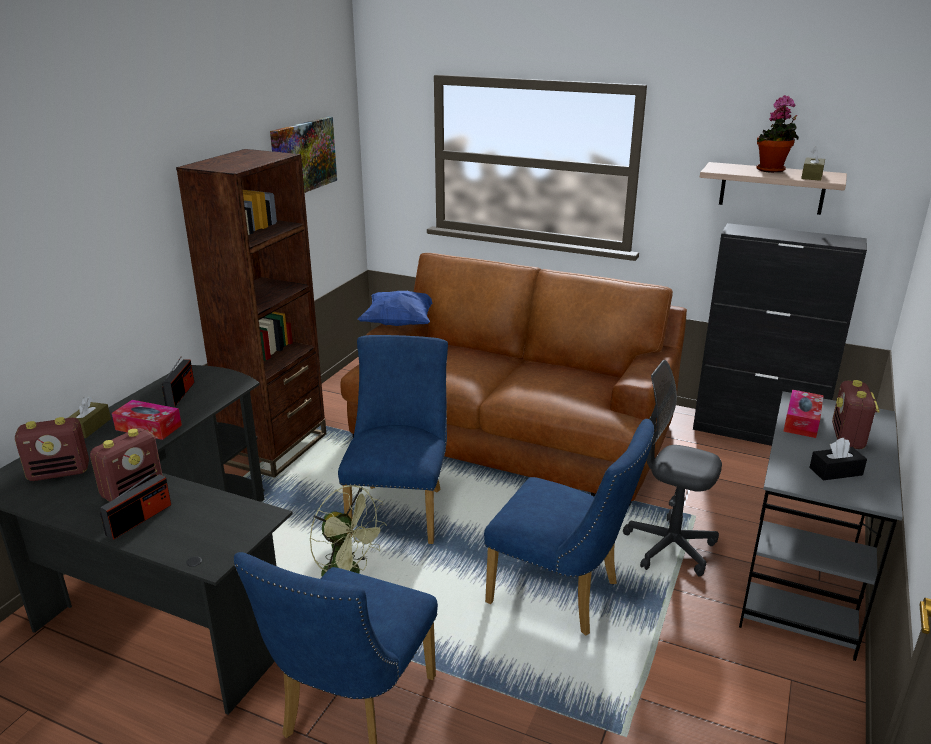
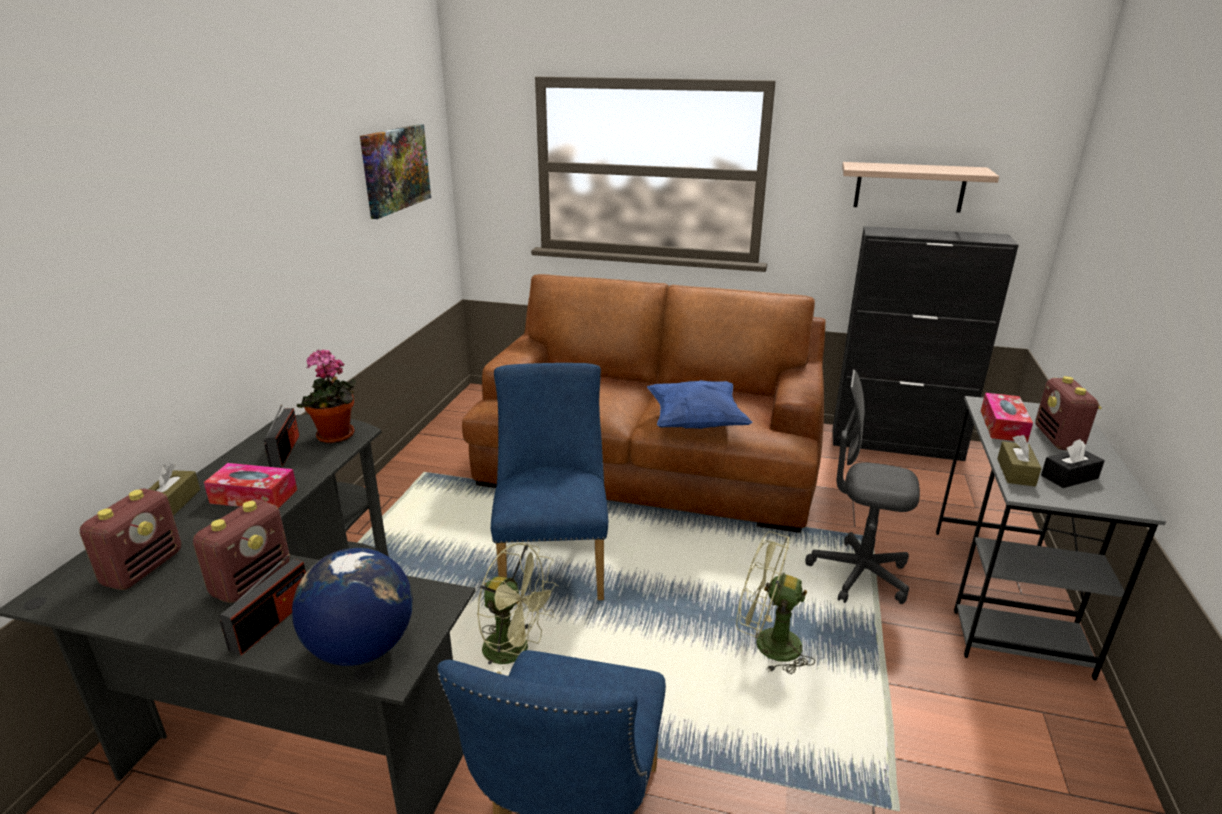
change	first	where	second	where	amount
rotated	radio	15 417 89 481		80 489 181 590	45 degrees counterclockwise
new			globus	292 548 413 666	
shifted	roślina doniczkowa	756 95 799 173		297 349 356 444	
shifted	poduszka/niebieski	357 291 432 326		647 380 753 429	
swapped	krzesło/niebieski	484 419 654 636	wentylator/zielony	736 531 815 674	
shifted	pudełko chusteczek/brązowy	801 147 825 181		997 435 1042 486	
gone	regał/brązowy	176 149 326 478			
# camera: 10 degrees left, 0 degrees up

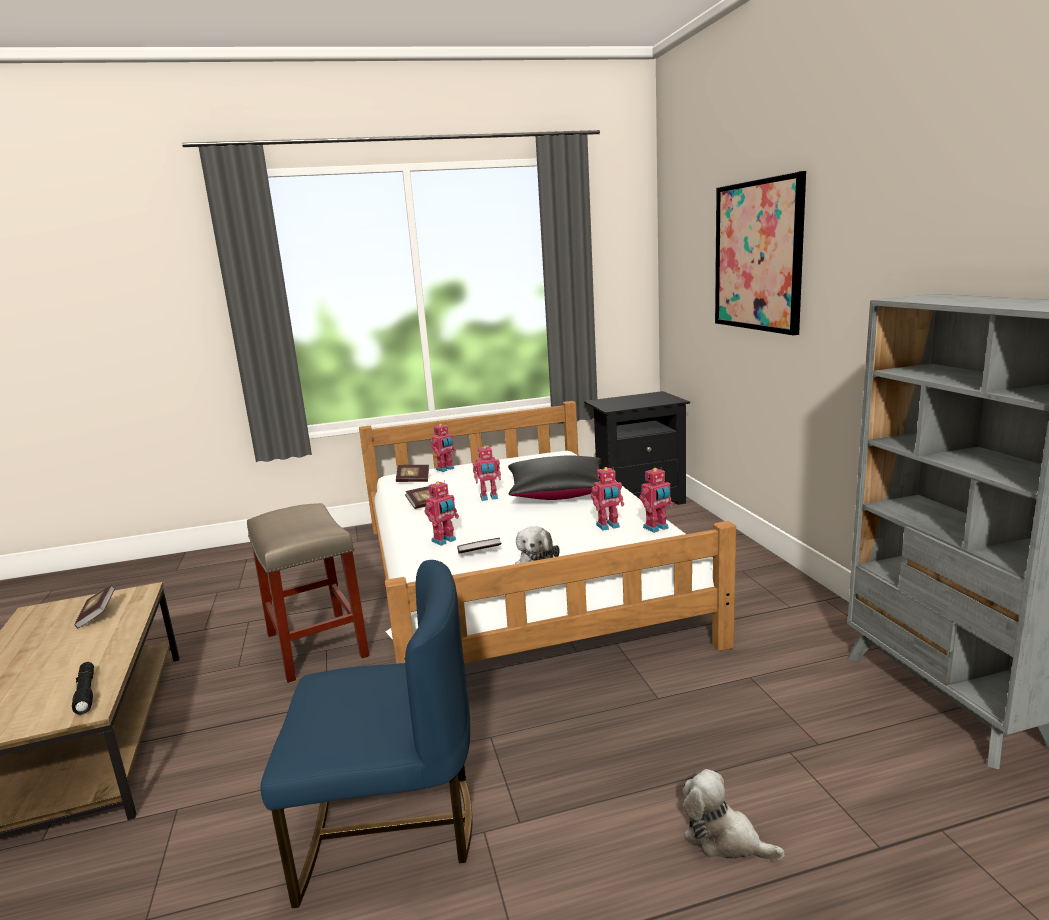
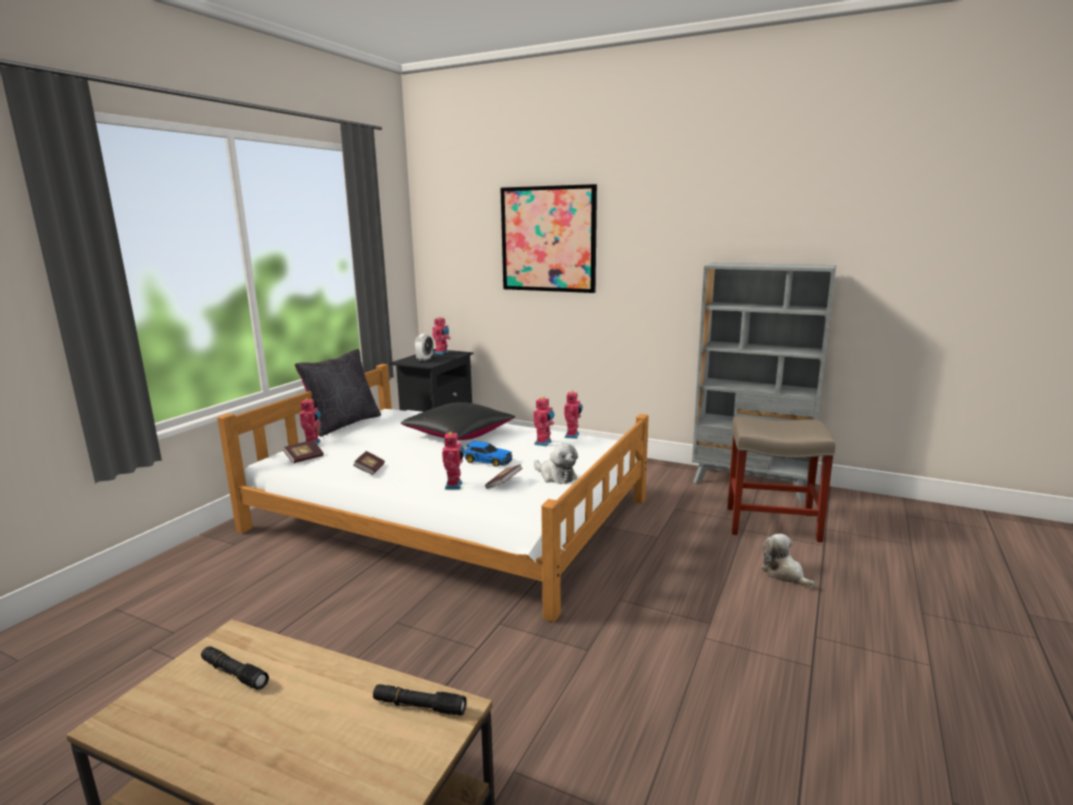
change	first	where	second	where	amount
swapped	książka	74 584 115 628	latarka/czarny	201 646 269 690	
new			poduszka/czarny	295 349 381 437	
new			budzik	414 334 433 361	
shifted	robot zabawkowy	473 446 501 501		432 317 450 354	
new			samochodzik	464 440 512 467	
shifted	stołek/beżowy	247 503 369 683		727 416 835 542	
rotated	pluszak	682 769 785 861		761 534 815 588	75 degrees clockwise
gone	krzesło/niebieski	260 560 472 908			
# camera: 50 degrees left, 0 degrees up

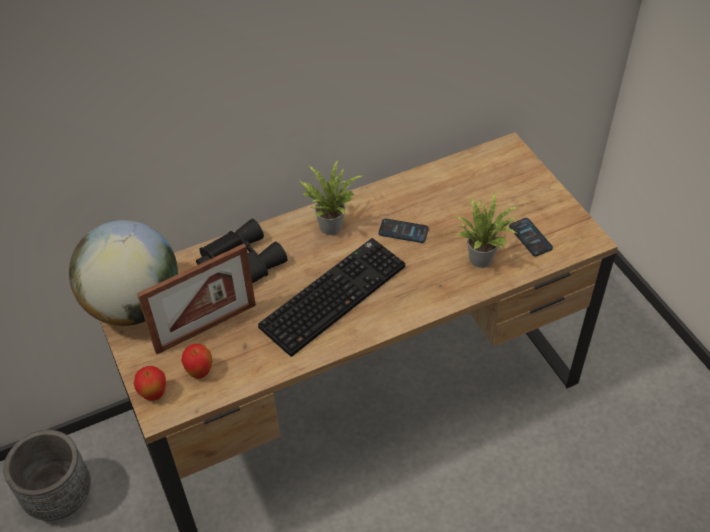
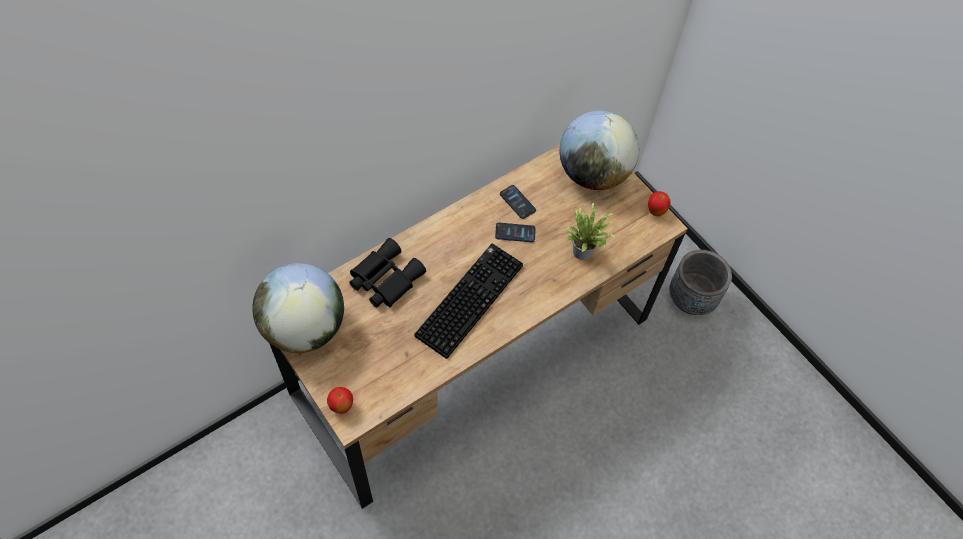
change	first	where	second	where	amount
shifted	telefon	509 218 553 256		500 185 536 219	
new			globus	560 110 639 190	
shifted	jabłko	181 344 212 379		648 191 671 216	
shifted	donica/szary	3 430 91 521		669 250 732 315	
gone	ramka na zdjęcie	137 244 256 354			
gone	roślina doniczkowa	300 160 364 235			
# camera: 15 degrees left, 10 degrees up

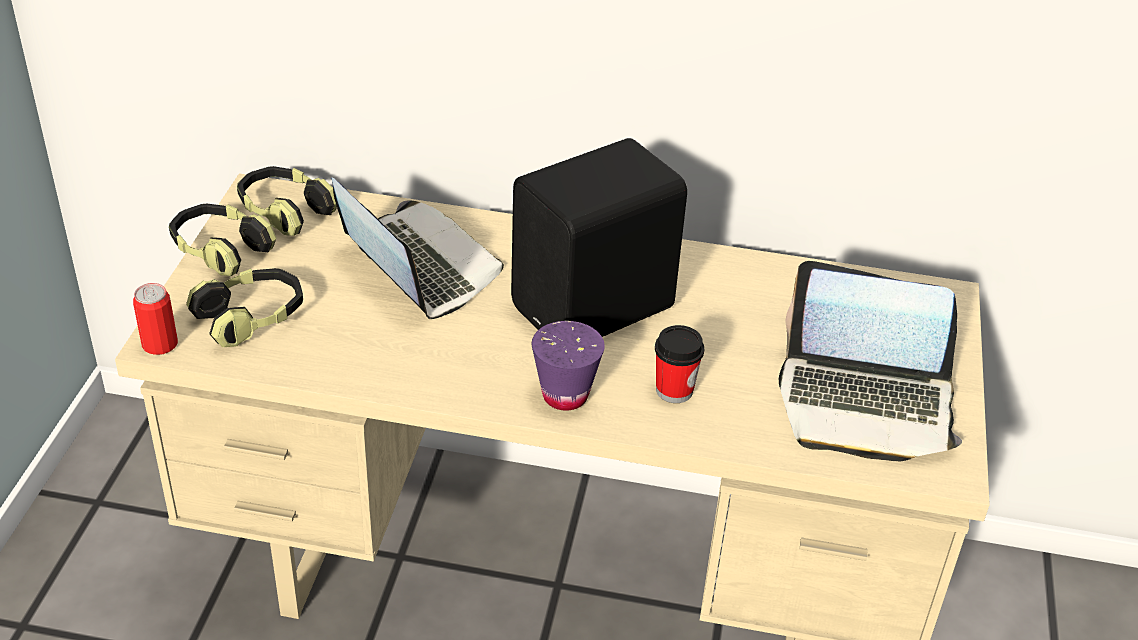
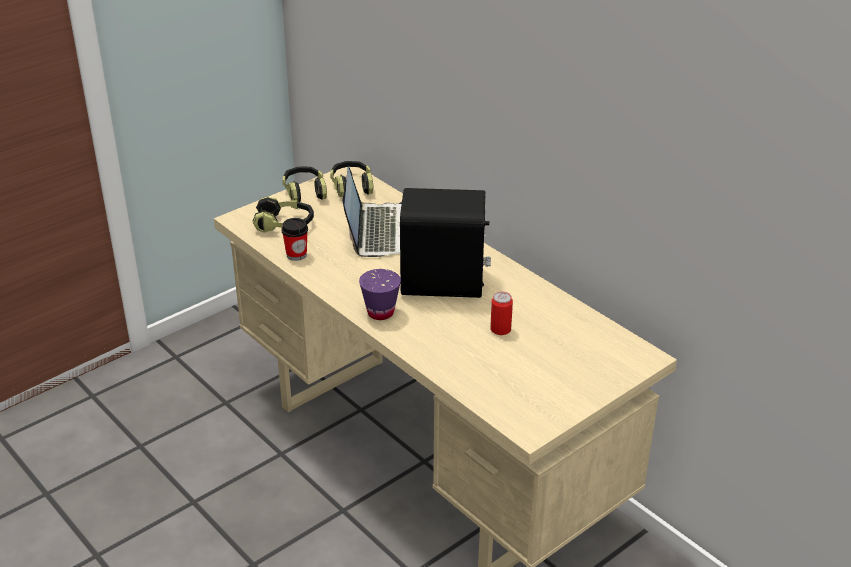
change	first	where	second	where	amount
shifted	filiżanka	655 325 704 403		281 218 308 261	
shifted	puszka	133 283 178 355		490 292 513 335	
gone	laptop	779 261 962 461			
# camera: 40 degrees right, 5 degrees down

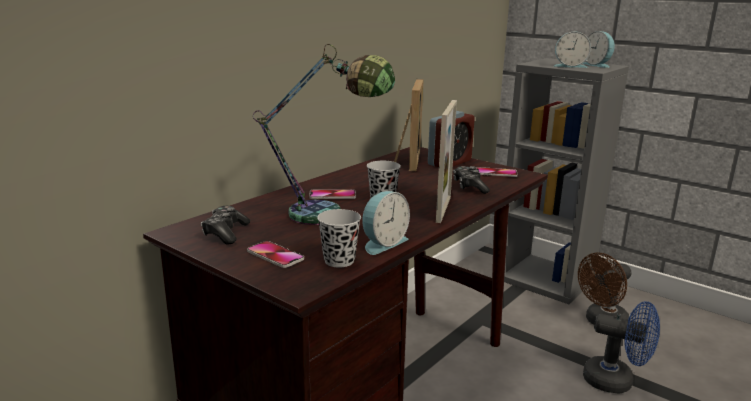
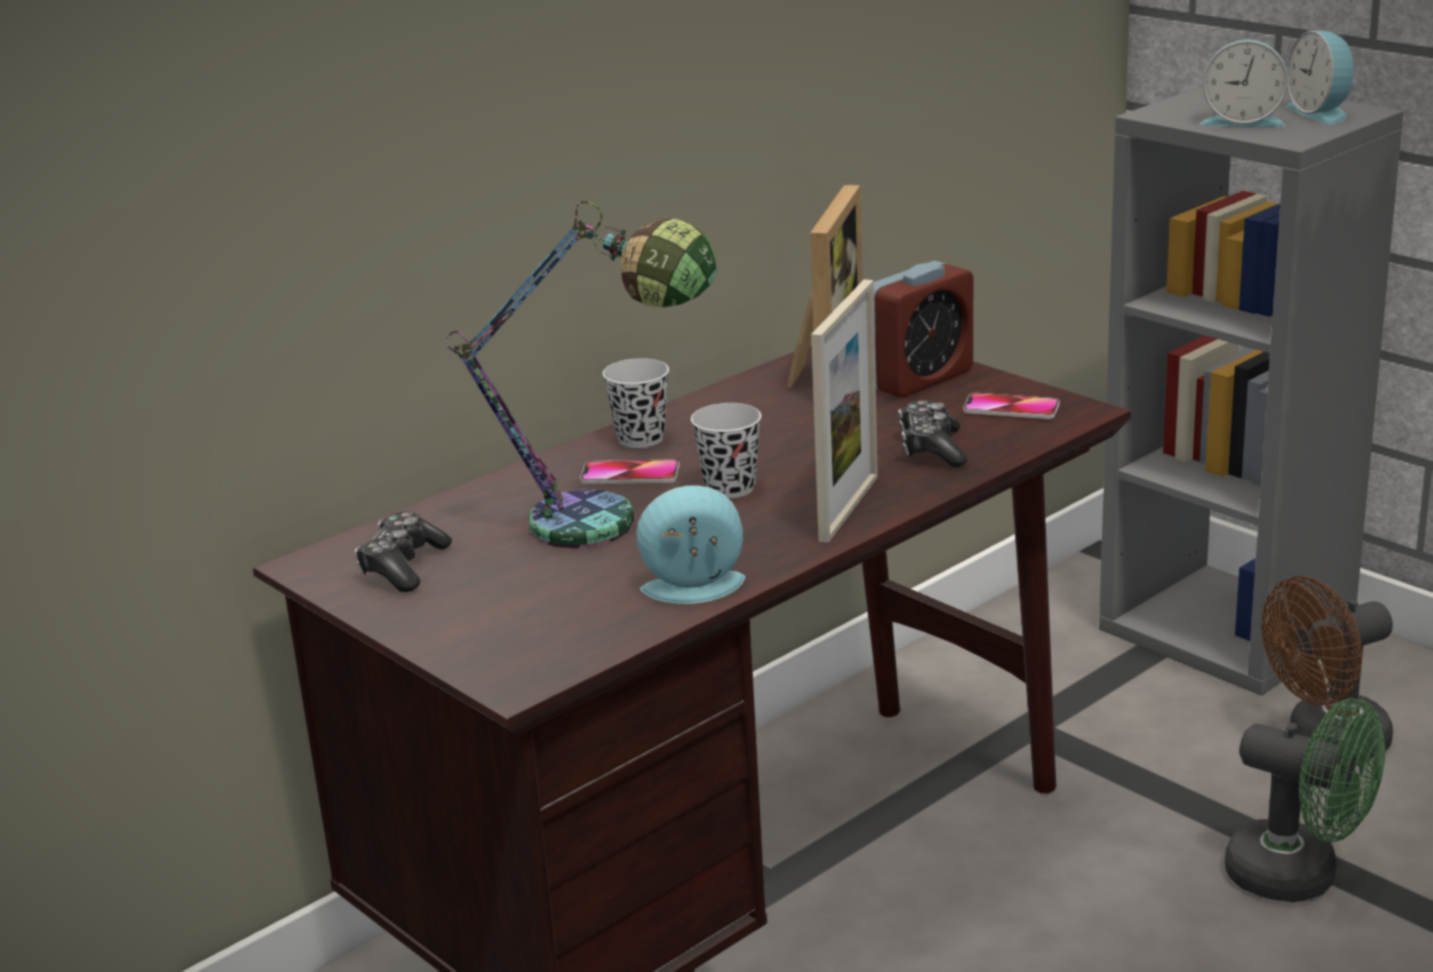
change	first	where	second	where	amount
shifted	filiżanka/czarny	317 209 361 268		603 358 669 448	
rotated	budzik	362 191 410 255		636 485 745 604	150 degrees counterclockwise
repainted	wentylator/niebieski	583 301 660 394	wentylator/zielony	1225 698 1385 902	
gone	telefon	247 241 304 268			
# camera: 10 degrees right, 5 degrees up

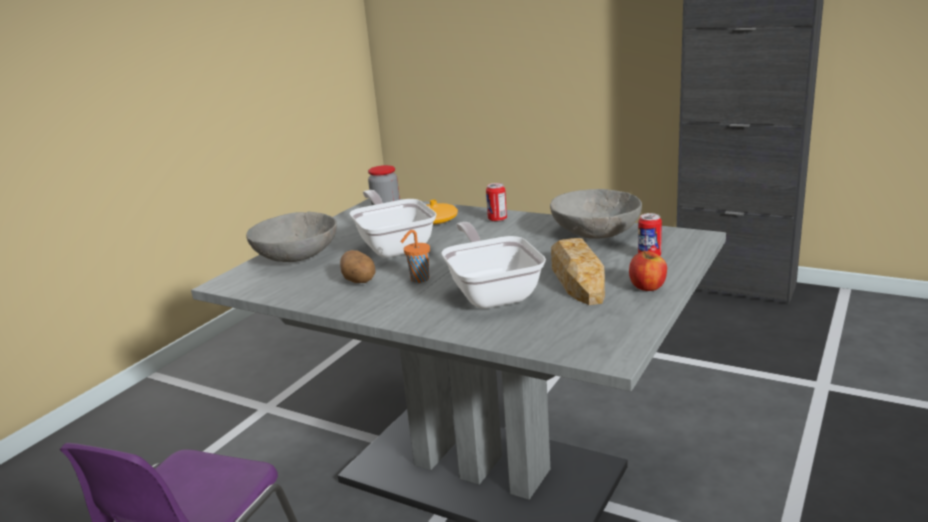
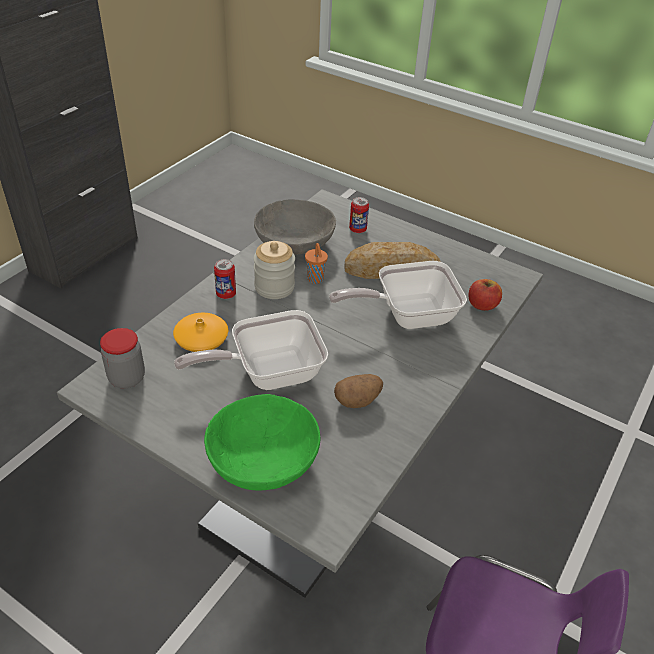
change	first	where	second	where	amount
repainted	miska/szary	246 212 337 262	miska/zielony	204 394 321 491	
new			słoik	253 241 295 299	
shifted	filiżanka/pomarańczowy	400 230 430 283		305 243 328 284	
shifted	jabłko	629 250 667 291		468 279 502 311	
# camera: 90 degrees left, 20 degrees up

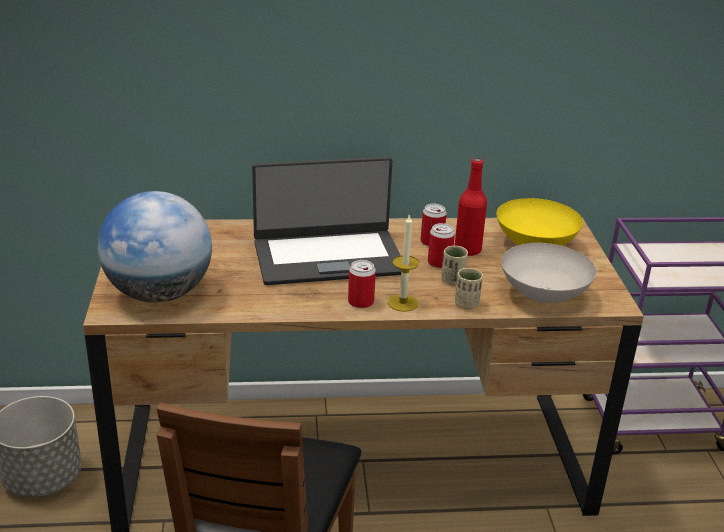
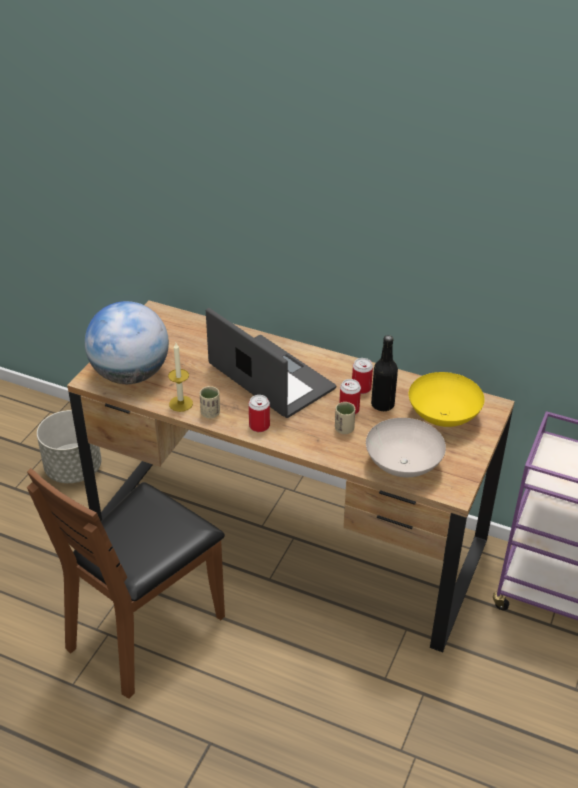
change	first	where	second	where	amount
shifted	świeca	388 214 419 312		168 343 193 412	
shifted	filiżanka/beżowy	455 268 483 309		200 386 220 418	
rotated	laptop	252 157 402 285		206 308 336 418	150 degrees counterclockwise
repainted	butelka/czerwony	455 158 487 256	butelka/czarny	371 335 398 411	
# camera: 30 degrees right, 10 degrees up

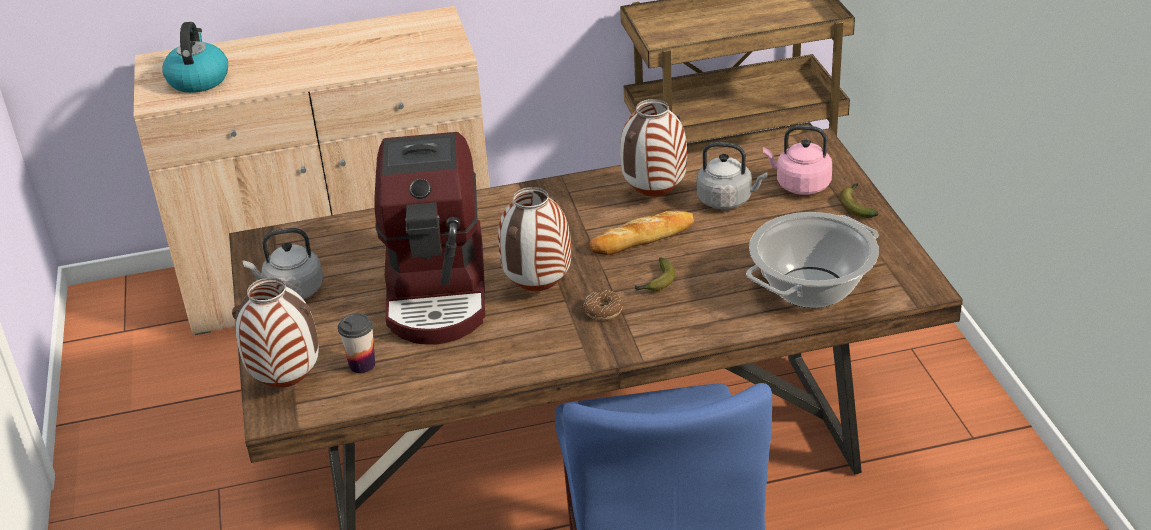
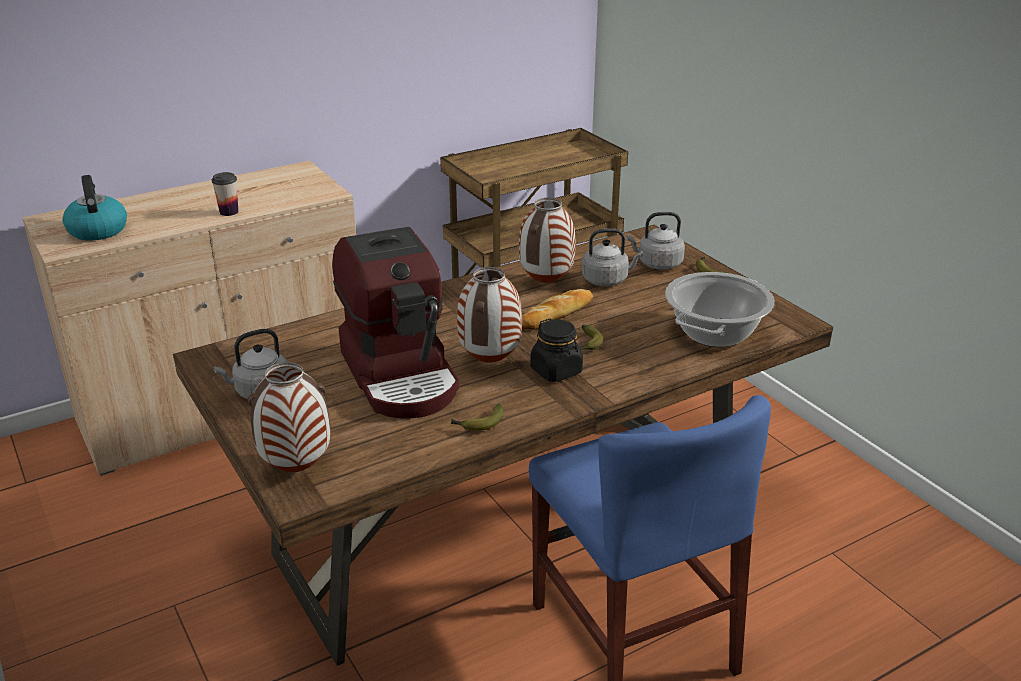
change	first	where	second	where	amount
shifted	filiżanka	338 313 375 373		212 172 238 216	
new			banan	451 404 504 431	
swapped	donut	583 290 623 320	słoik/czarny	530 319 583 382	
repainted	czajnik/różowy	763 125 832 195	czajnik/szary	626 212 685 270	
# camera: 20 degrees left, 5 degrees down

